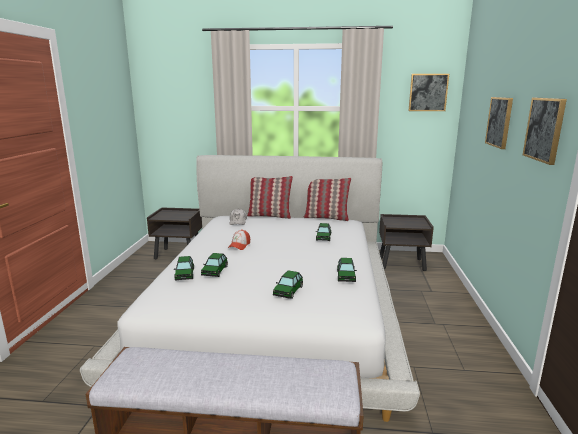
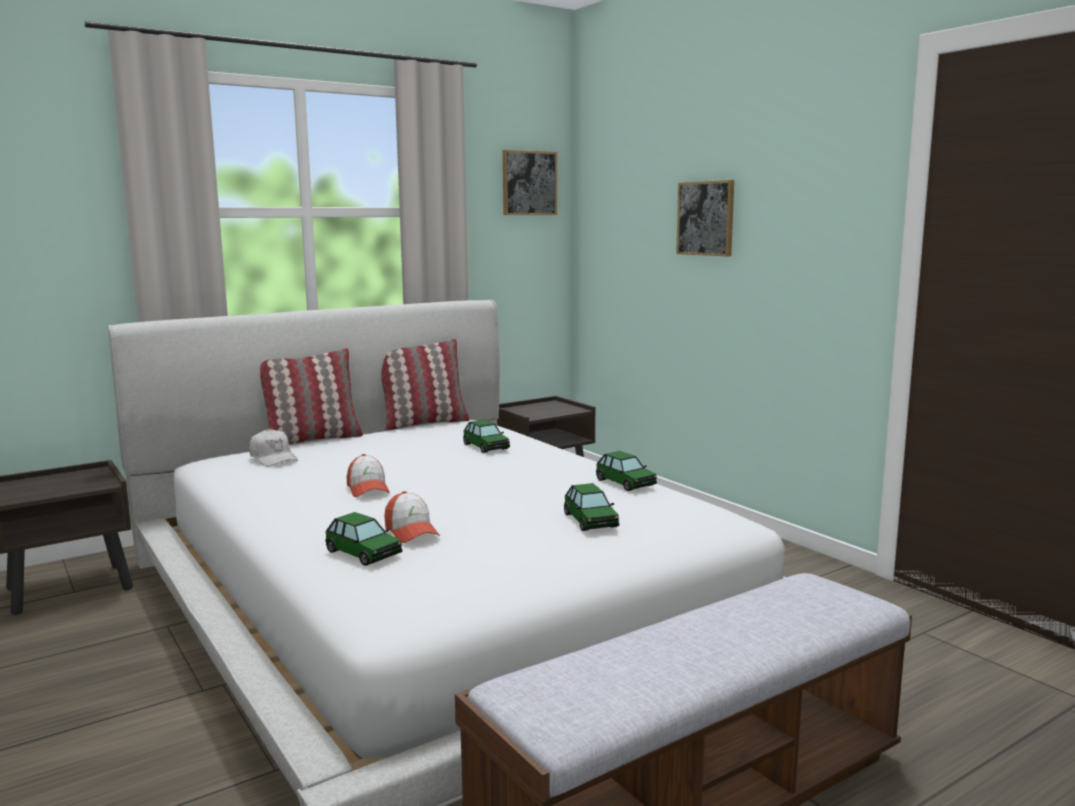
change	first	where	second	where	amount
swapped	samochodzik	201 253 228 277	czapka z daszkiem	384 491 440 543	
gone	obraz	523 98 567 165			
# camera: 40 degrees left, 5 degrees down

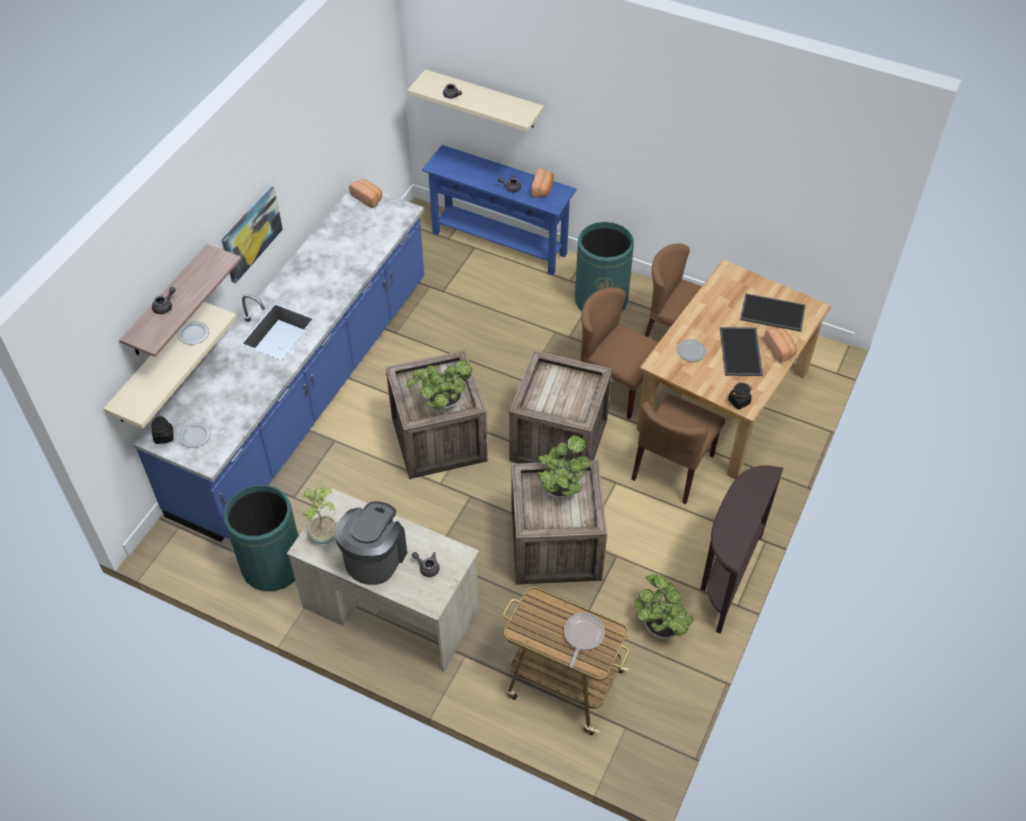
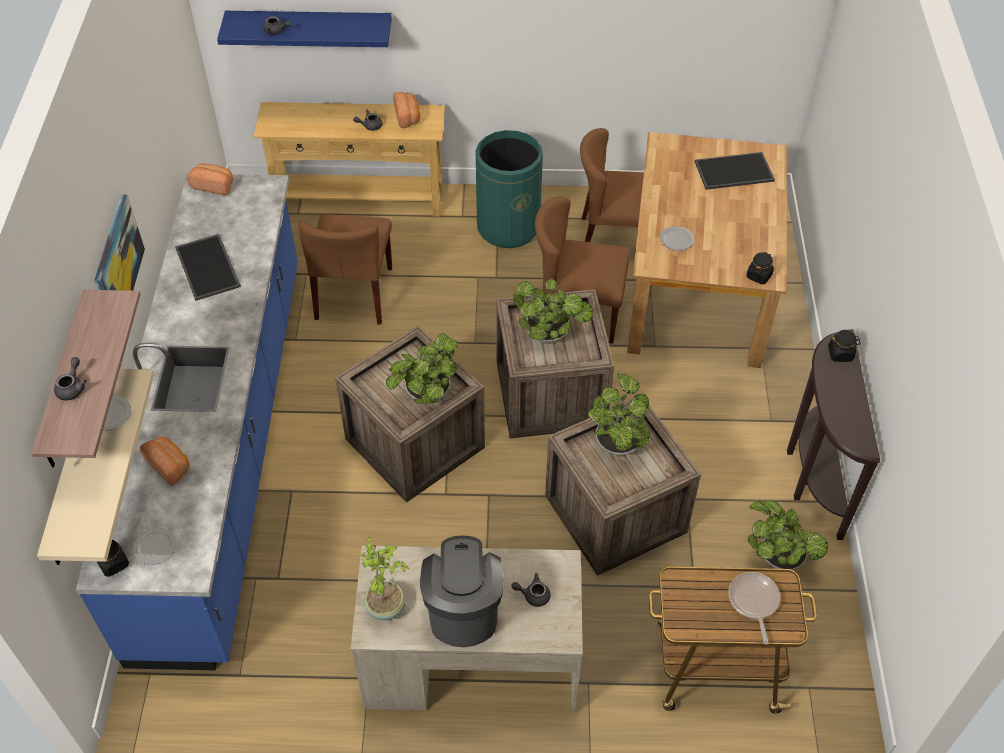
change	first	where	second	where	amount
shifted	chleb	764 328 797 363		140 437 189 486	
shifted	taca	720 327 763 376		175 234 241 301	
repainted	półka/beżowy	407 69 544 132	półka/niebieski	217 11 392 47	
repainted	stolik konsolowy/niebieski	422 145 577 275	stolik konsolowy/beżowy	253 102 445 217	
shifted	krzesło/brązowy	631 394 725 504		298 214 392 325	
new			roślina doniczkowa	512 279 593 344	
new			słoik/czarny	828 330 861 362	
gone	kosz na śmieci/zielony	224 485 299 591			
# camera: 25 degrees left, 0 degrees up

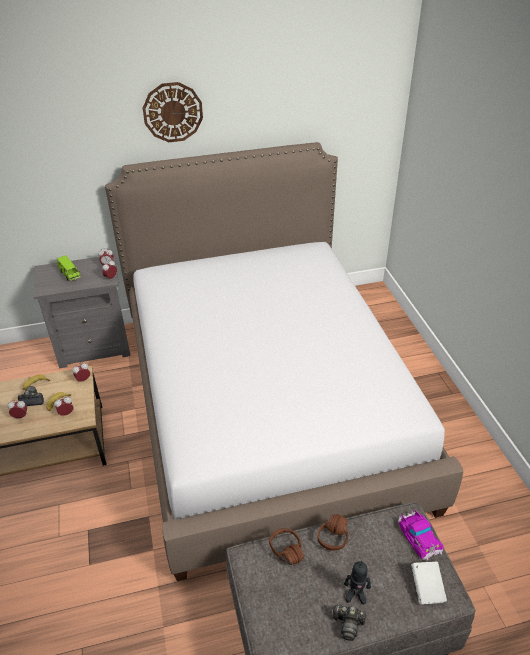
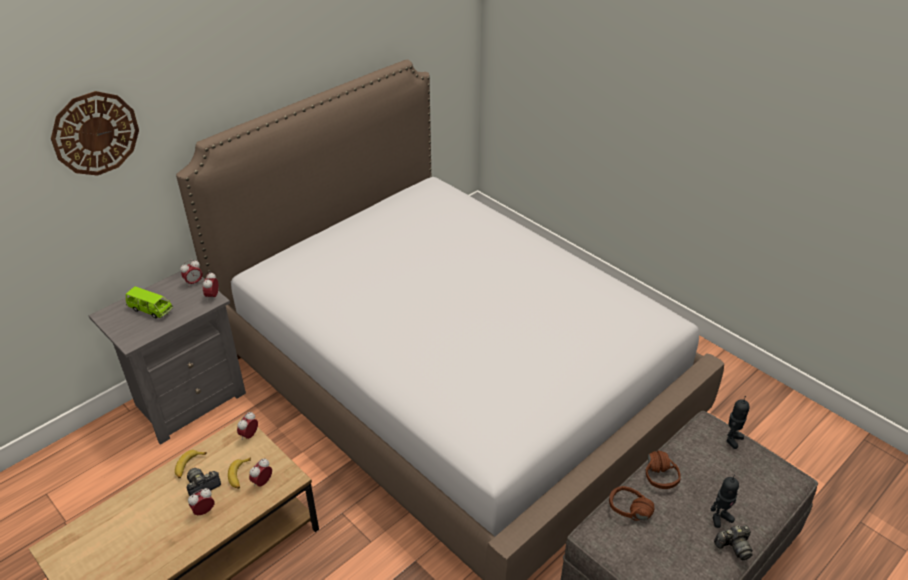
change	first	where	second	where	amount
shifted	zegar ścienny	143 82 203 142		51 91 139 176	
swapped	samochodzik	398 510 444 561	robot zabawkowy	727 396 750 449	
gone	książka/biały	411 562 447 604			
# camera: 30 degrees left, 0 degrees up

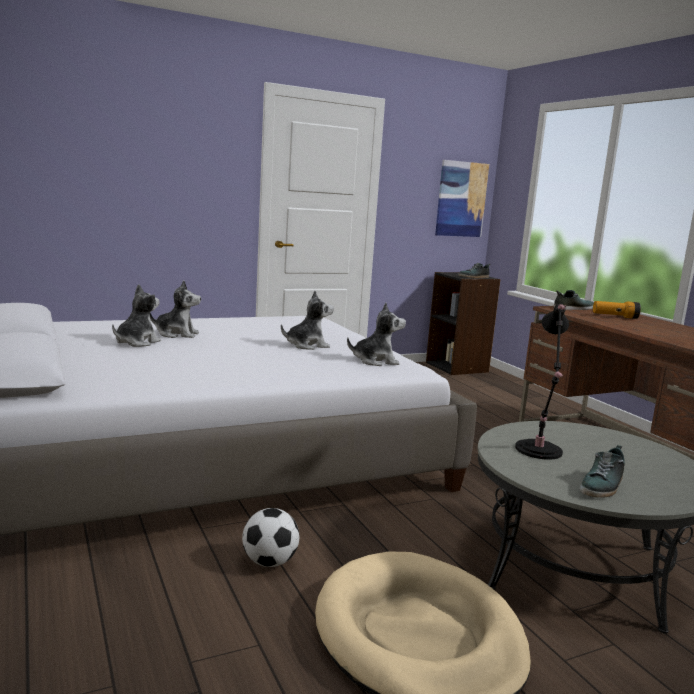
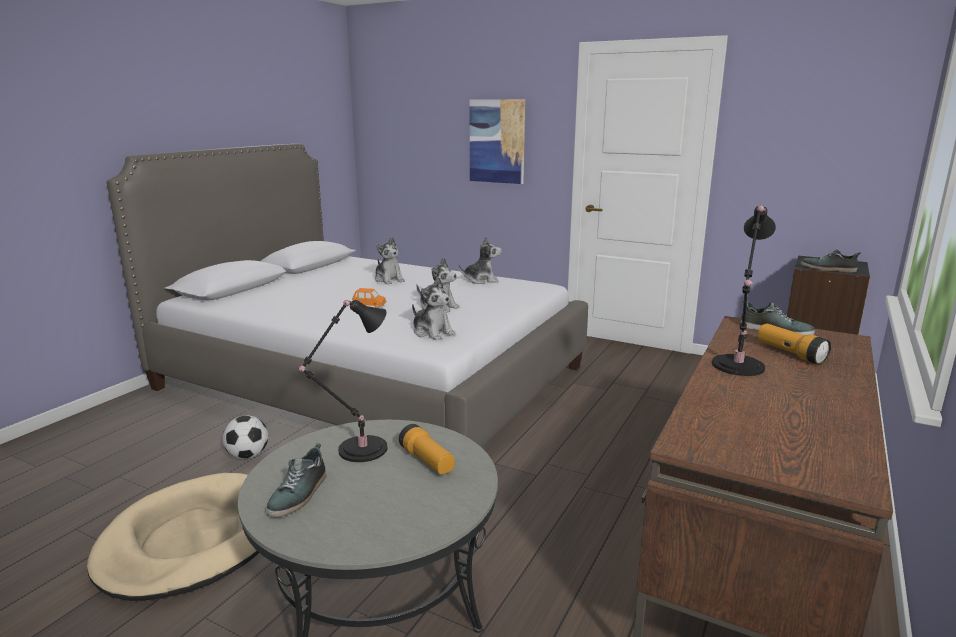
change	first	where	second	where	amount
rotated	but	580 445 625 498		266 443 326 517	75 degrees counterclockwise
new			samochodzik/pomarańczowy	352 288 386 308	
new			latarka	399 424 455 475	
shifted	pluszak	112 284 161 347		458 236 502 284	
shifted	obraz	435 160 489 237		470 99 525 184	
new			lampa stołowa/czarny	712 205 776 376	
# camera: 55 degrees right, 5 degrees up

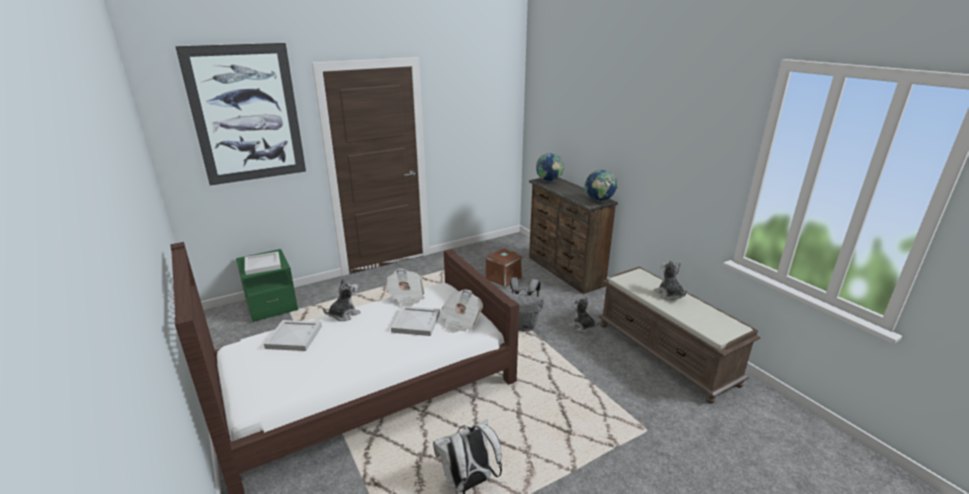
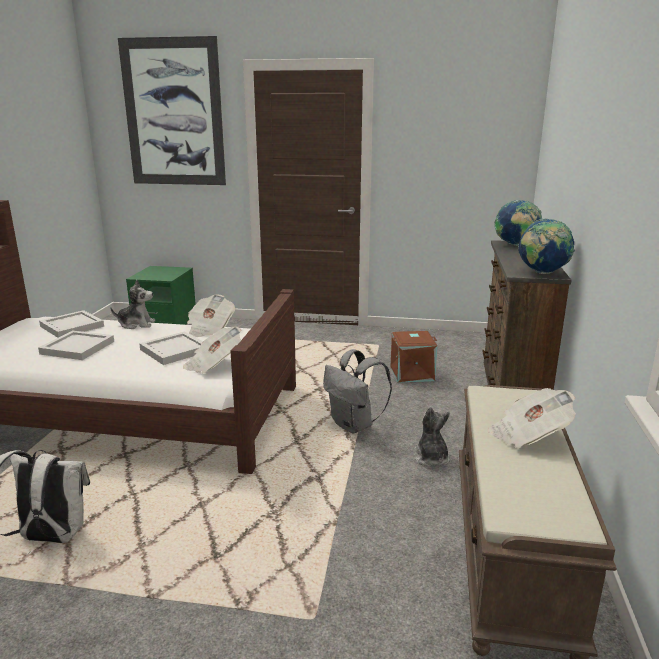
change	first	where	second	where	amount
shifted	taca/biały	245 252 281 275		38 330 114 360	
swapped	pluszak	654 260 687 300	gazeta	488 388 576 448	
# camera: 40 degrees right, 5 degrees down

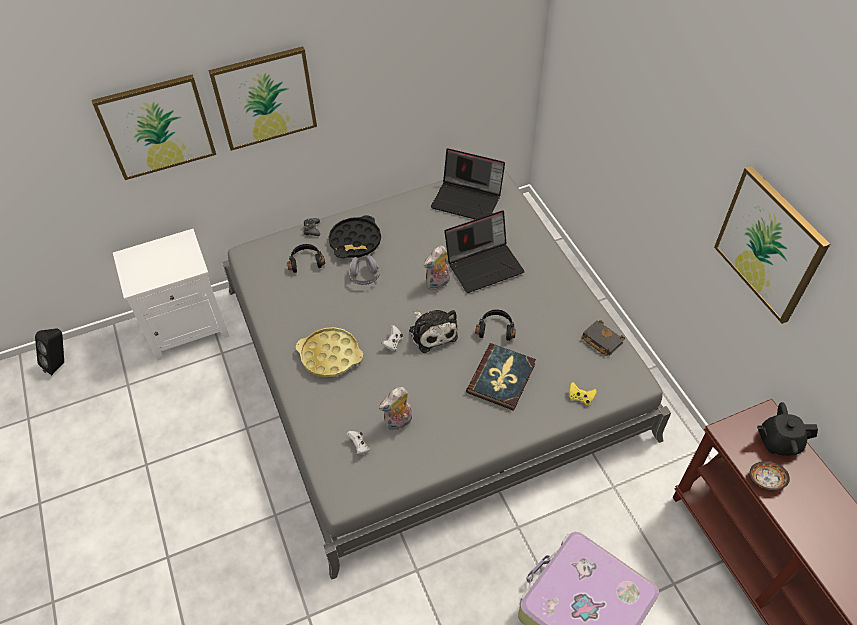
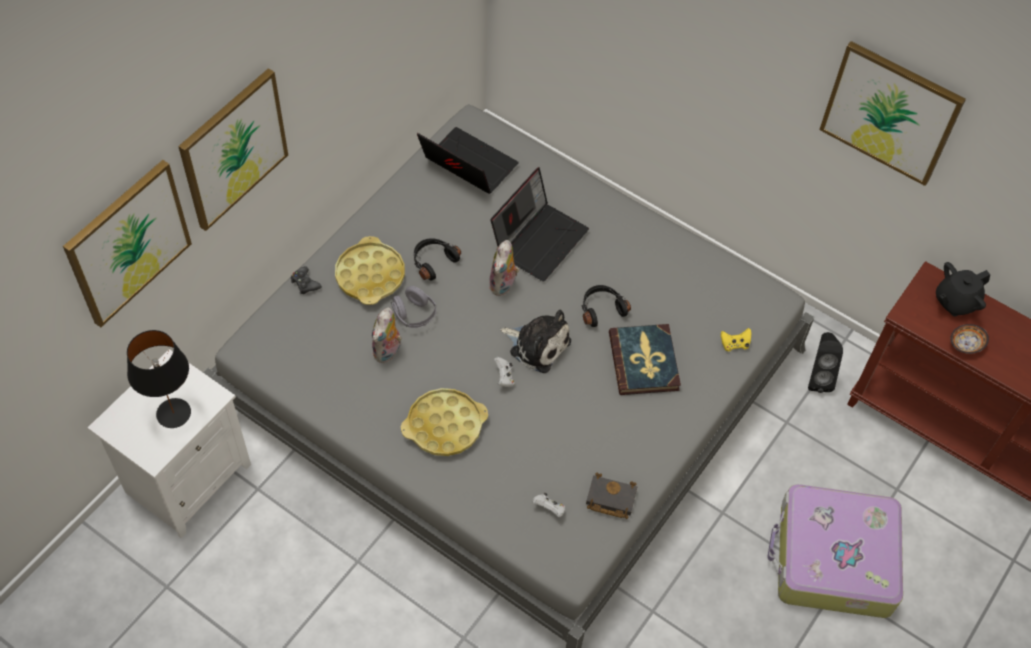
change	first	where	second	where	amount
new			lampa stołowa/czarny	127 330 191 428	
repainted	taca/czarny	329 215 381 258	taca/żółty	335 236 405 305	
shifted	pluszak	379 387 412 432		372 308 402 363	
shifted	słuchawki/czarny	287 244 325 273		414 238 461 280	
rotated	laptop	431 149 505 219		417 127 519 194	135 degrees counterclockwise
shifted	książka/czarny	581 320 625 356		586 473 637 519	
shifted	głośnik/czarny	35 328 64 375		808 332 843 393	
# camera: 35 degrees left, 5 degrees up

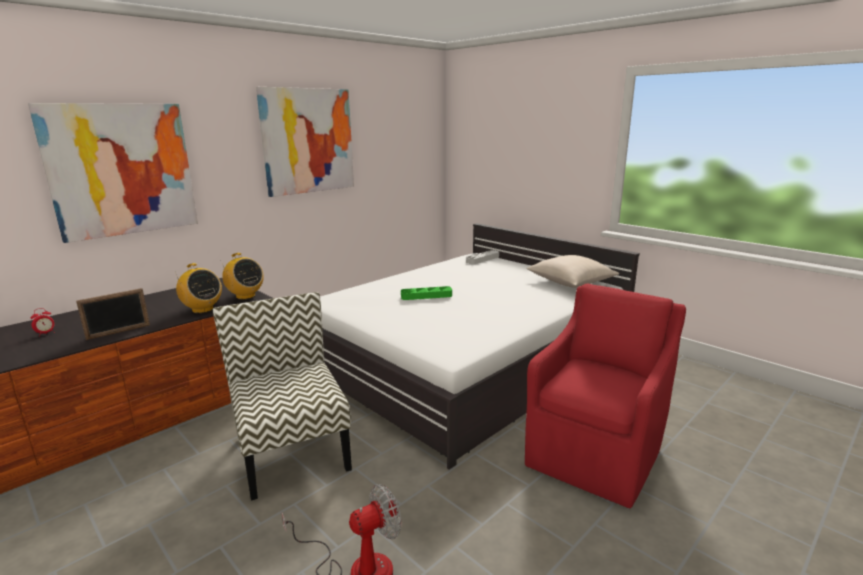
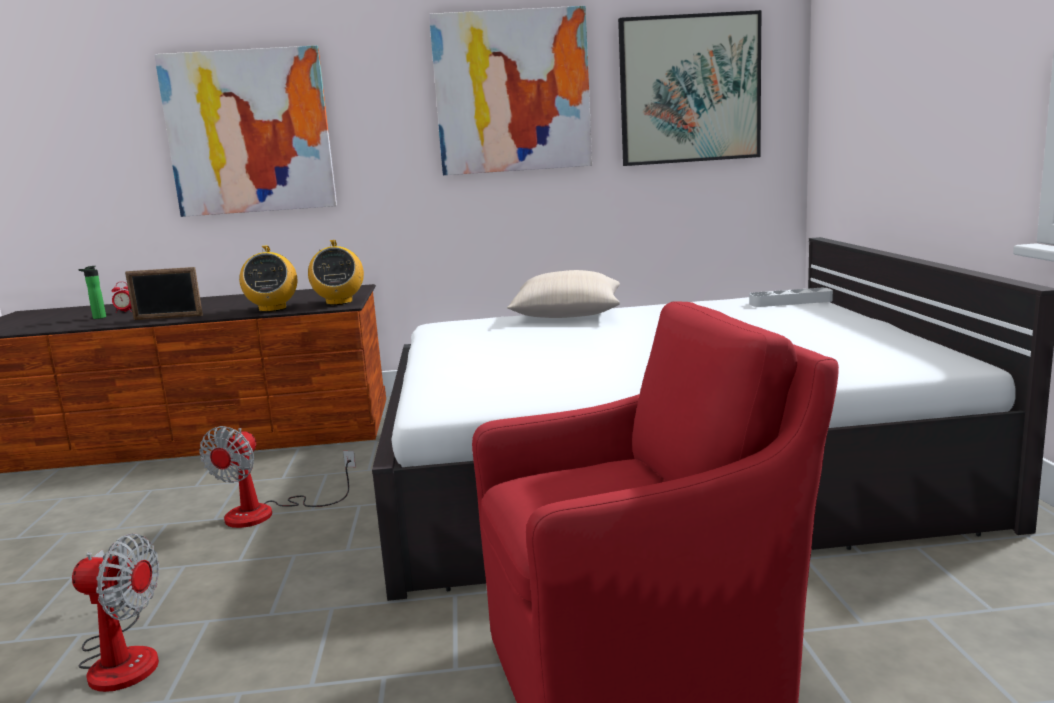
change	first	where	second	where	amount
new			butelka	78 266 106 319	
swapped	krzesło	213 292 352 501	wentylator	199 426 356 528	
shifted	poduszka/beżowy	527 255 619 288		507 270 620 318	
new			obraz	618 10 761 166	
gone	taca/zielony	401 286 452 300			
# camera: 40 degrees right, 5 degrees down

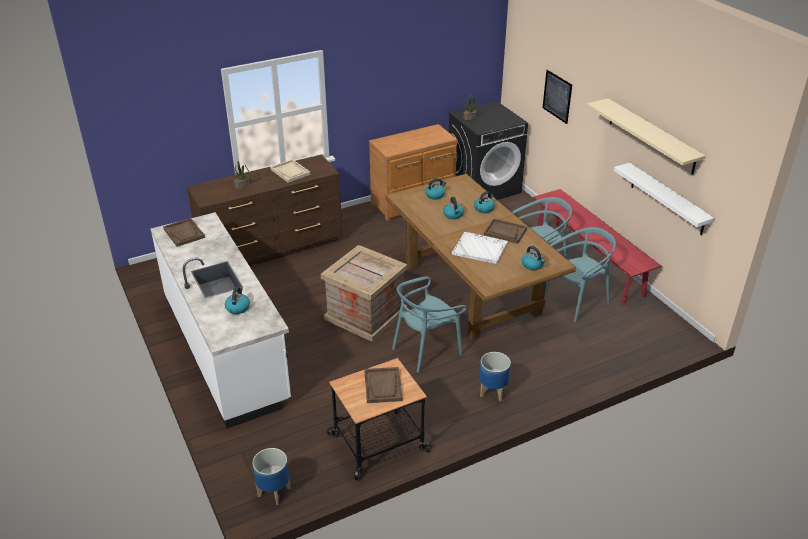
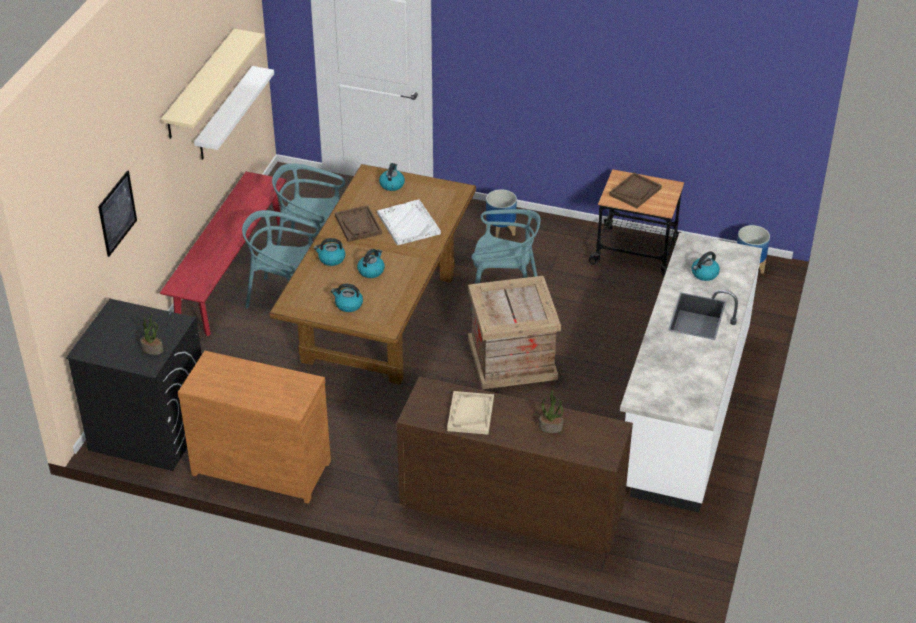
change	first	where	second	where	amount
gone	taca/brązowy	163 218 205 247			
# camera: 135 degrees left, 5 degrees up

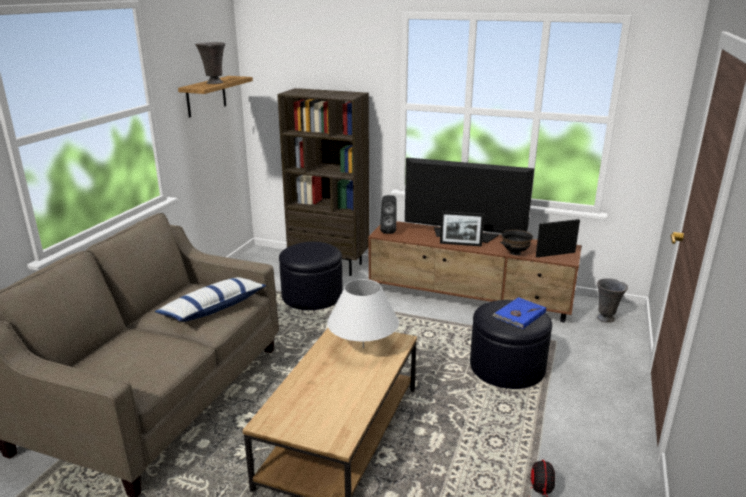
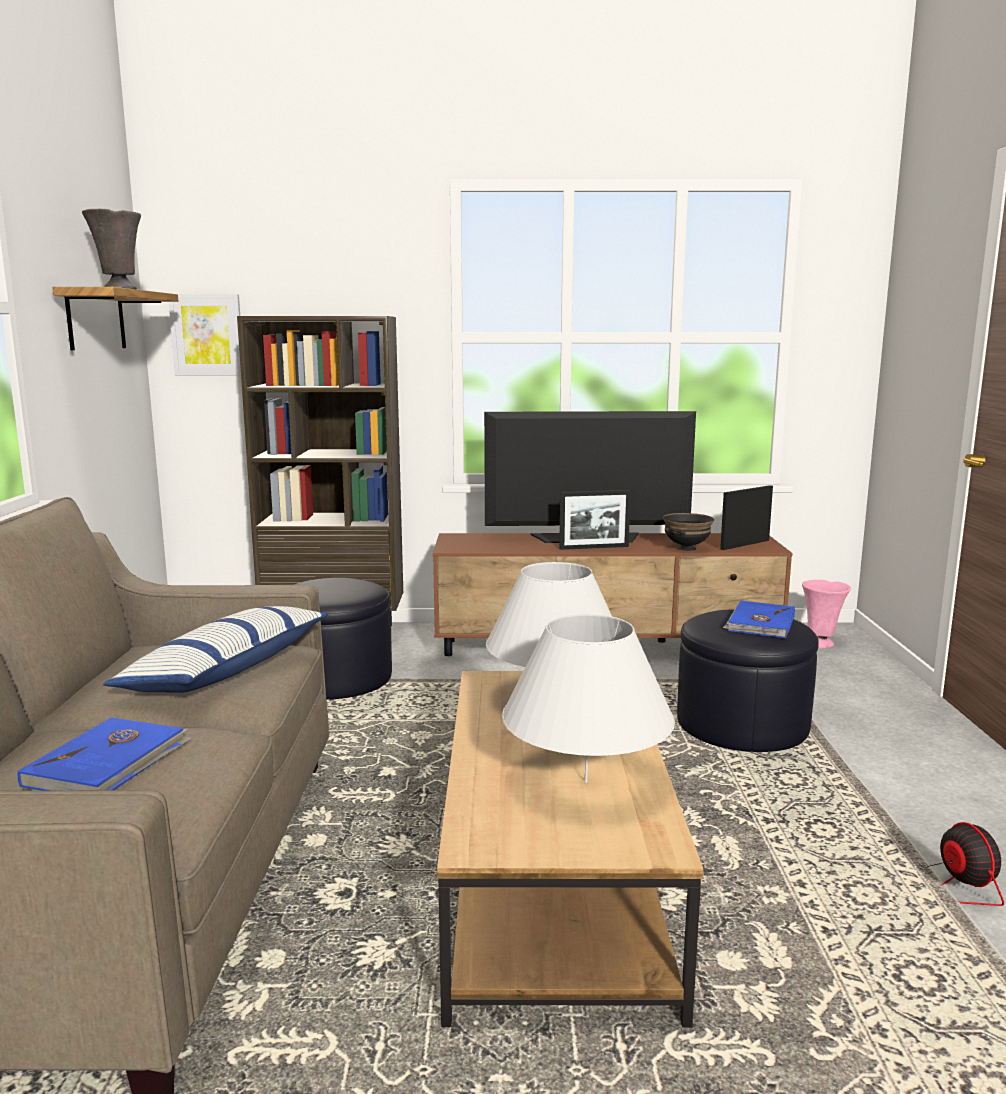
change	first	where	second	where	amount
new			książka/niebieski	17 717 191 791	
new			obraz	169 294 241 375	
new			lampa stołowa/biały	502 614 675 783	
repainted	wazon/szary	597 278 628 323	wazon/różowy	802 580 851 648	
gone	głośnik/czarny	380 195 397 234			
# camera: 20 degrees left, 10 degrees down

